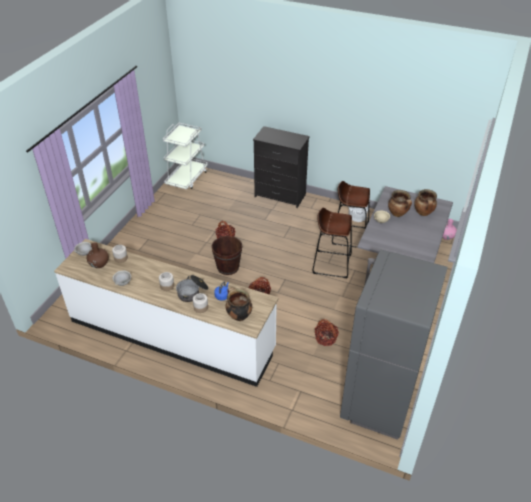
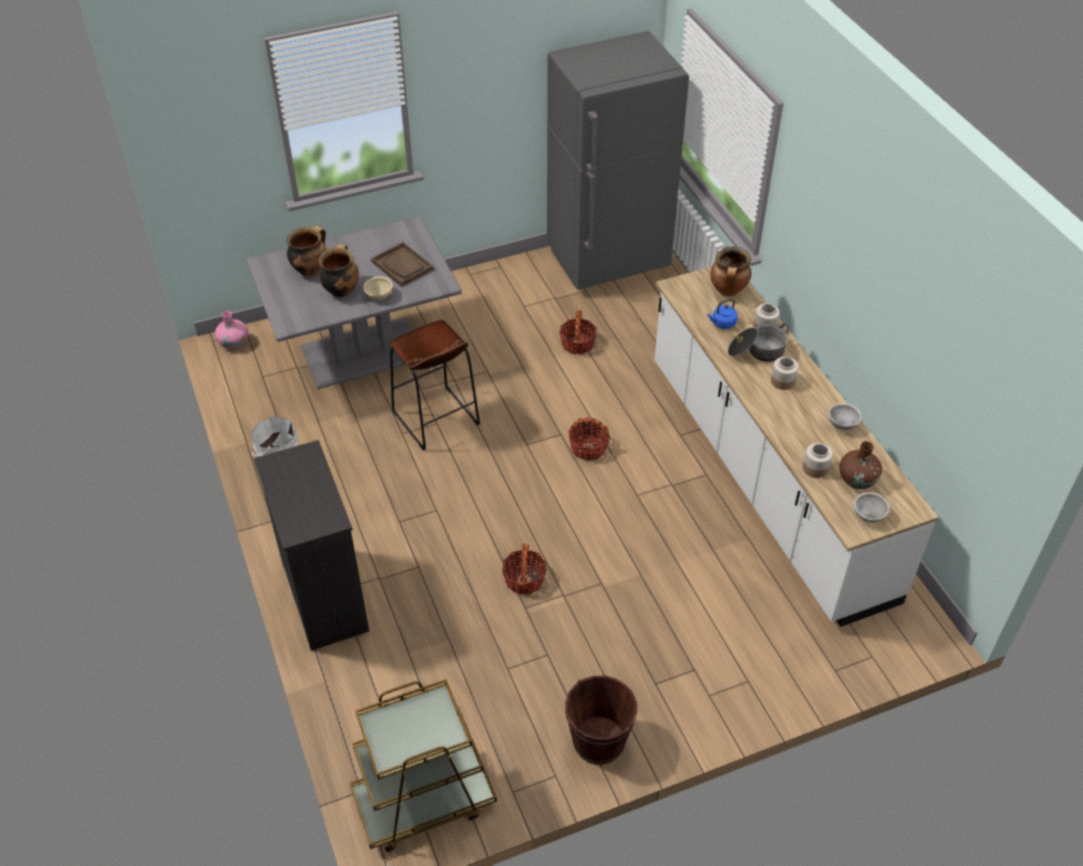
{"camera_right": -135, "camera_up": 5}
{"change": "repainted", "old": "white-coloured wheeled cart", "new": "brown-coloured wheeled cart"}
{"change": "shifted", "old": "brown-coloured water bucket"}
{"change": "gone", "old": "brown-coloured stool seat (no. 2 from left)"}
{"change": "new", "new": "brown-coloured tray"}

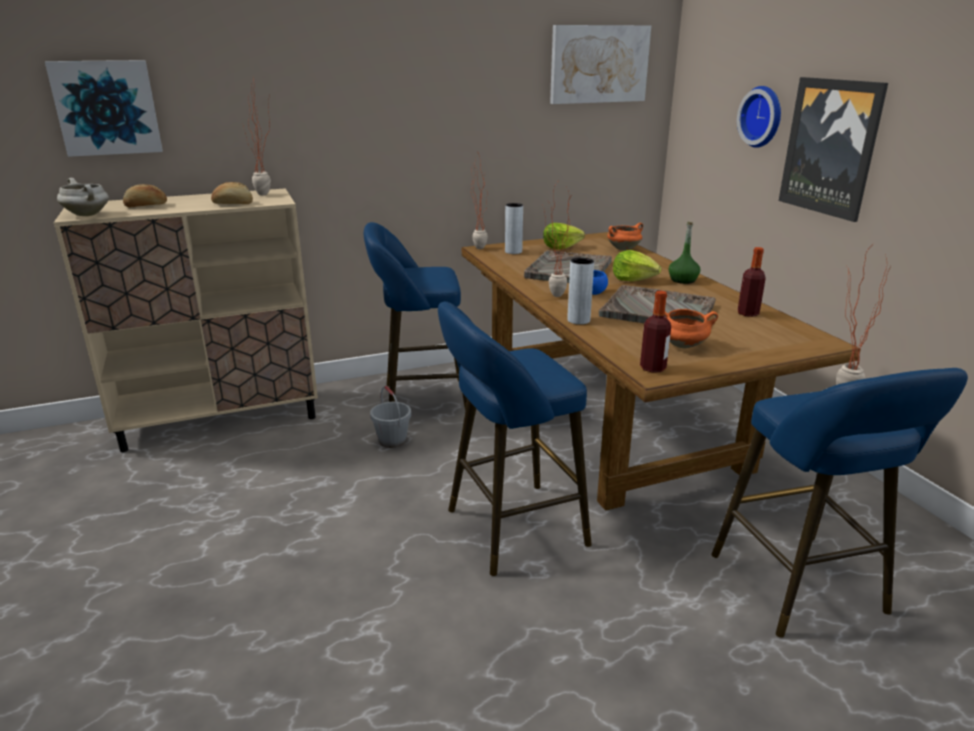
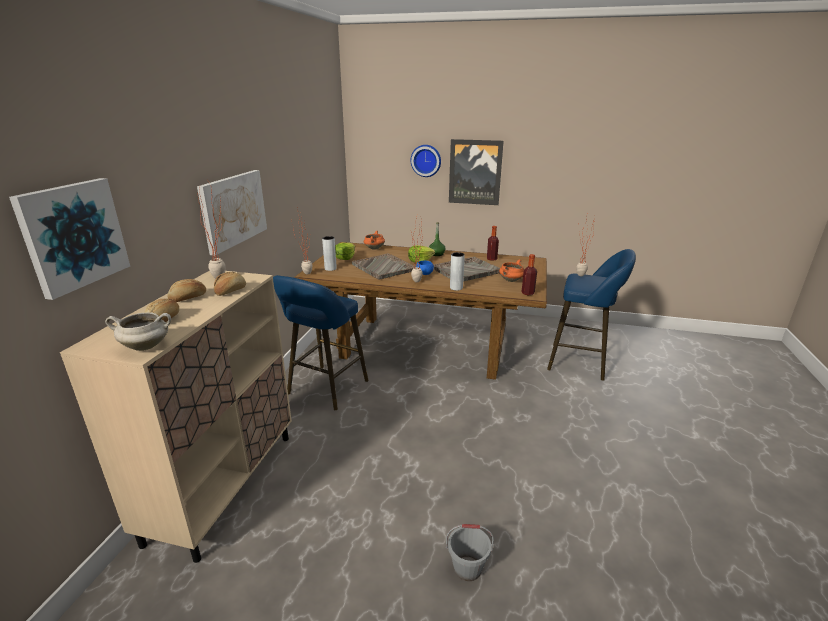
{"camera_right": -55, "camera_up": 0}
{"change": "shifted", "old": "gray water bucket"}
{"change": "gone", "old": "bluish stool seat (no. 2 from left)"}
{"change": "shifted", "old": "picture (no. 2 from left)"}
{"change": "new", "new": "bakery bread (no. 2 from left)"}

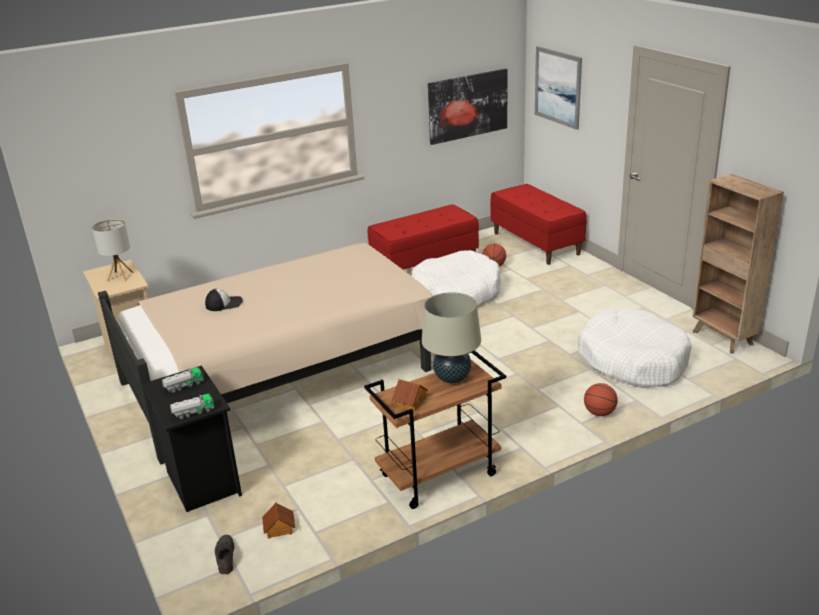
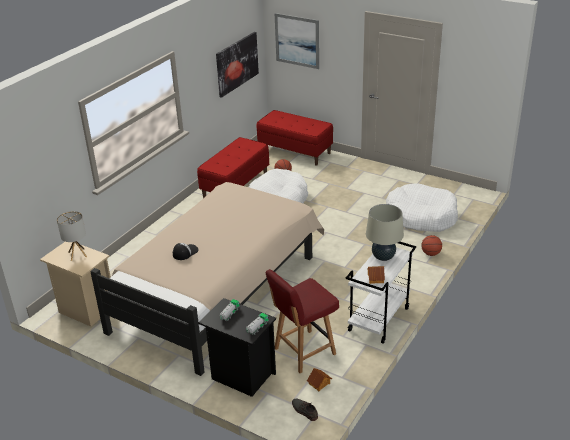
{"camera_right": -30, "camera_up": 5}
{"change": "repainted", "old": "brown-coloured wheeled cart", "new": "white-coloured wheeled cart"}
{"change": "gone", "old": "brown-coloured bookcase"}
{"change": "new", "new": "red upright chair"}

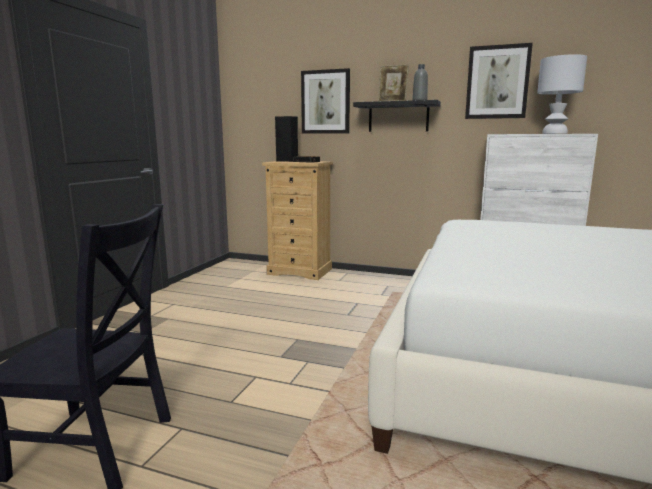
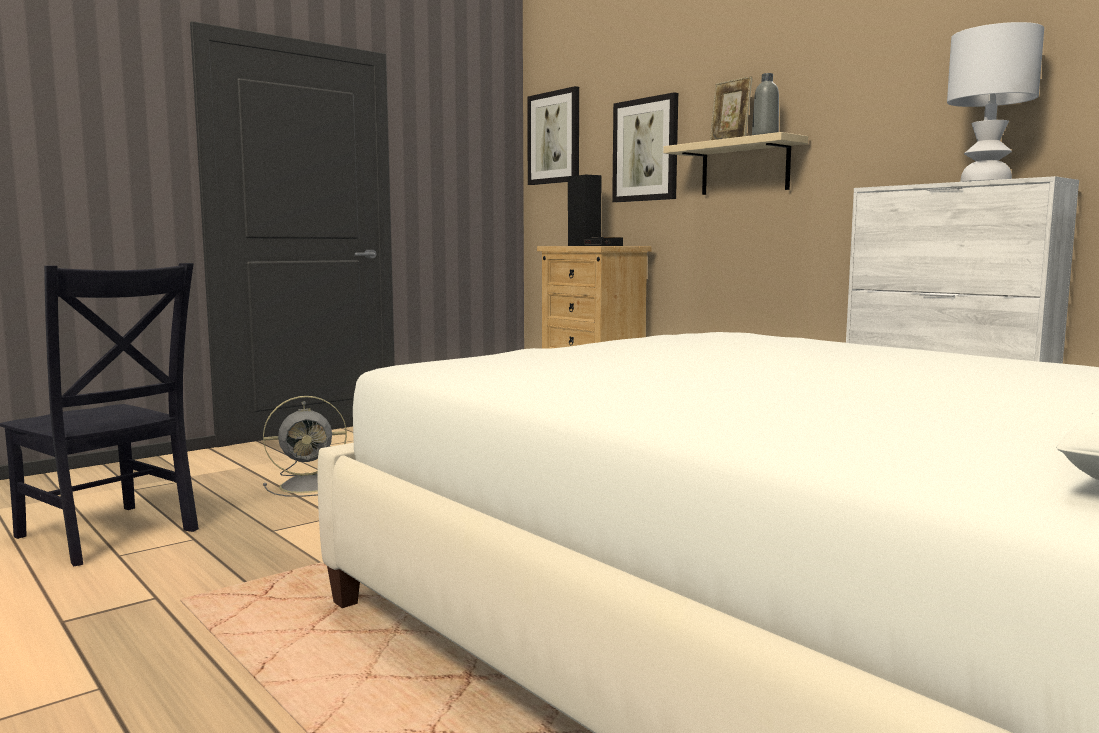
{"camera_right": 30, "camera_up": -5}
{"change": "repainted", "old": "black-coloured shelf", "new": "beige shelf"}
{"change": "shifted", "old": "picture (no. 2 from left in the first image)", "new": "picture (no. 1 from left)"}
{"change": "new", "new": "gray electric fan"}

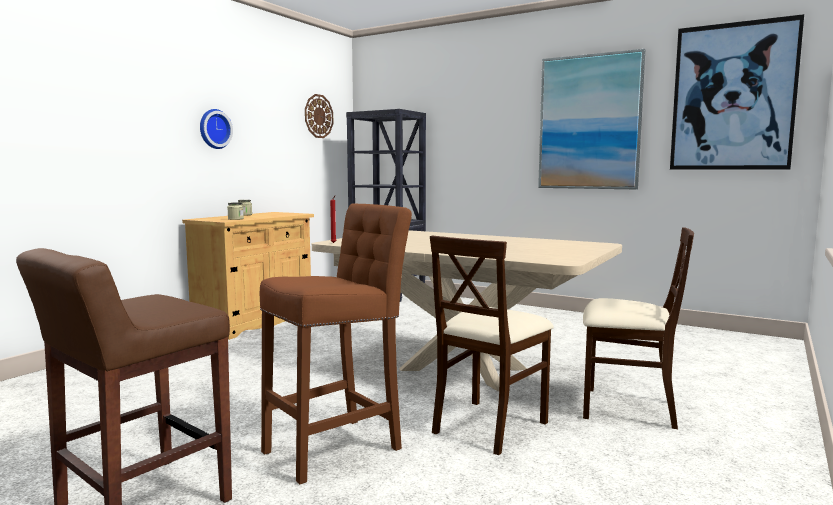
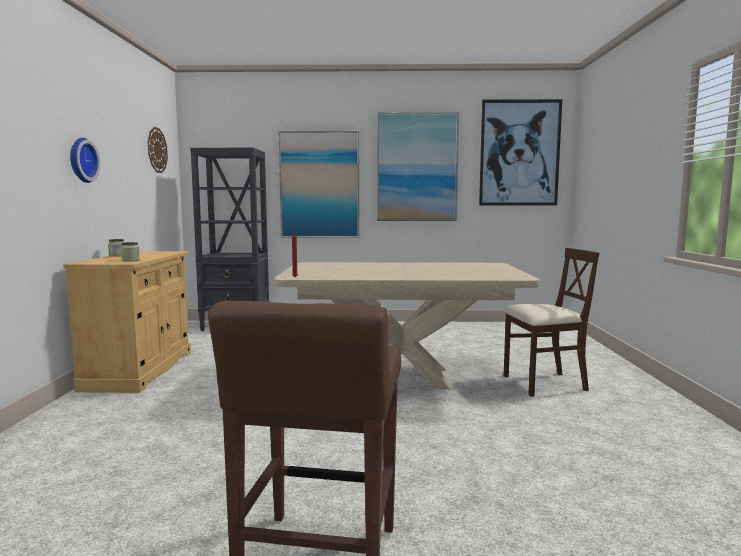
{"camera_right": -30, "camera_up": 0}
{"change": "gone", "old": "brown-coloured stool seat (no. 2 from left)"}
{"change": "gone", "old": "beige upright chair (no. 1 from left)"}
{"change": "new", "new": "picture (no. 1 from left)"}

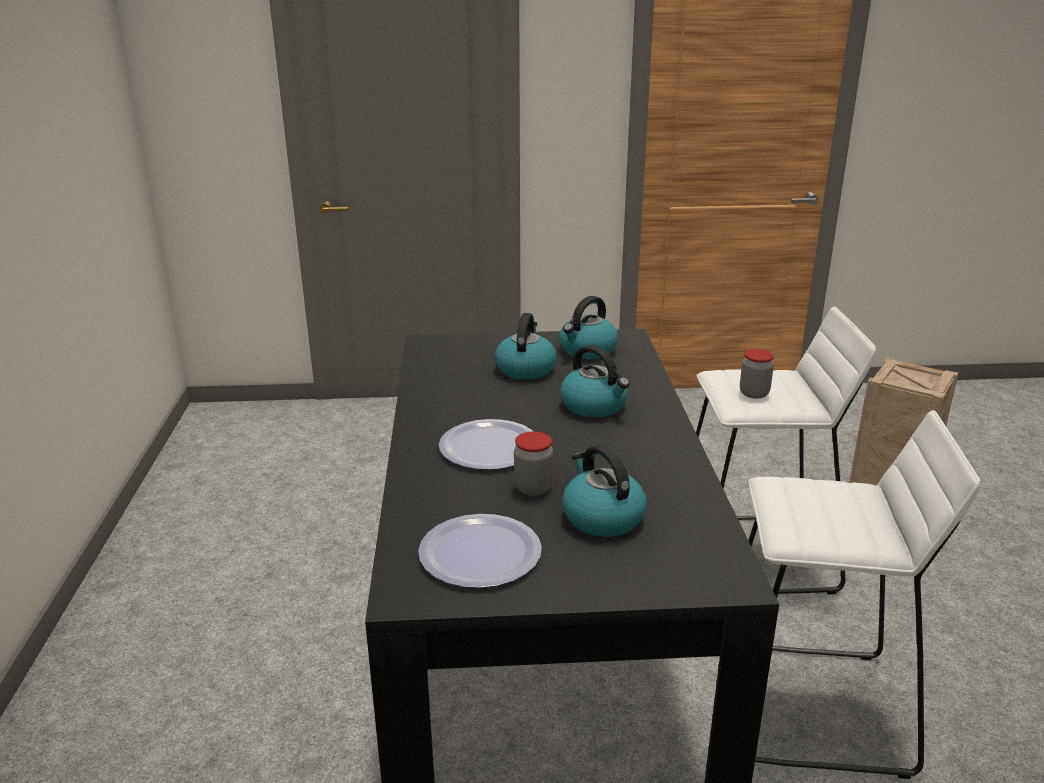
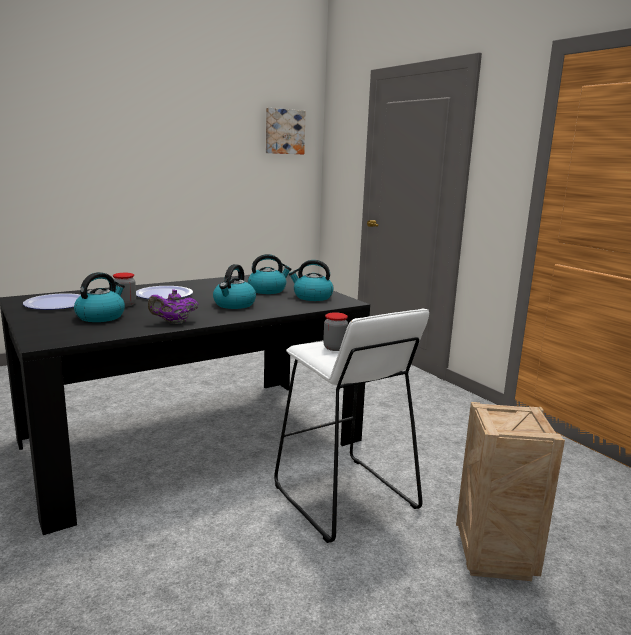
{"camera_right": 60, "camera_up": -10}
{"change": "gone", "old": "white-coloured stool seat (no. 2 from left)"}
{"change": "new", "new": "purple-coloured teapot"}
{"change": "new", "new": "picture"}

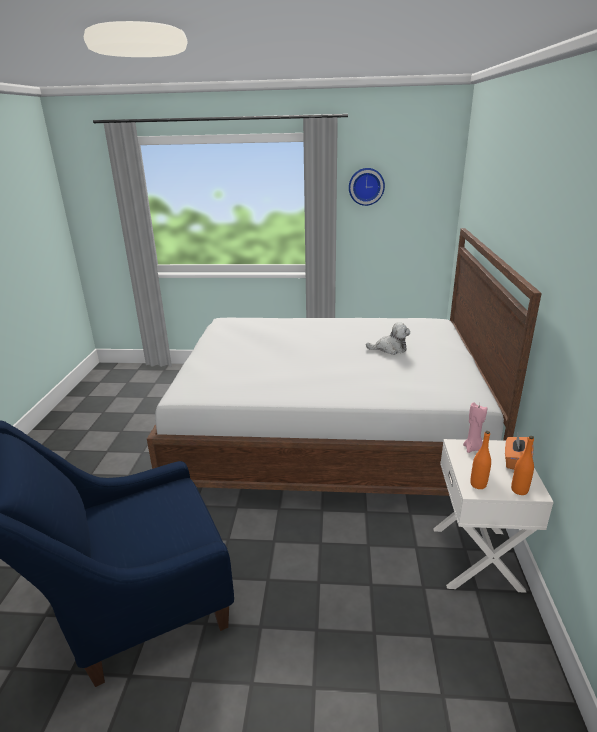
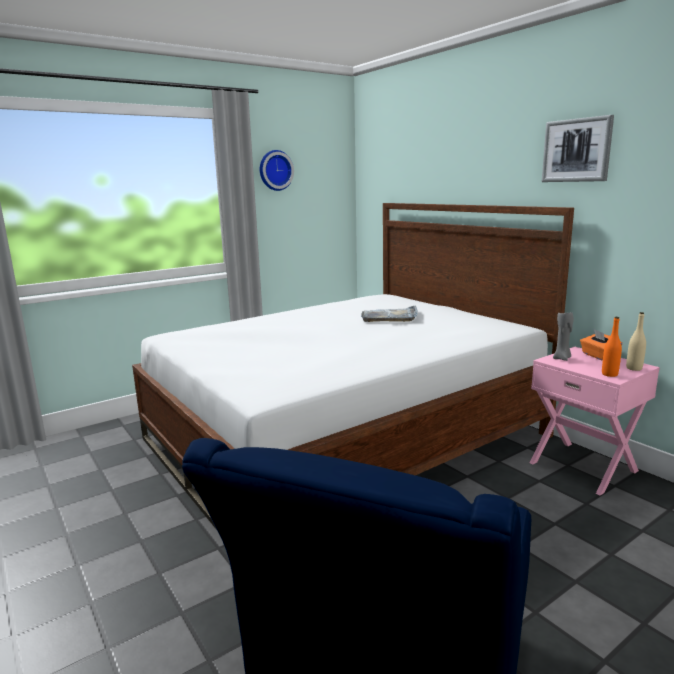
{"camera_right": -40, "camera_up": -10}
{"change": "swapped", "old": "plush toy", "new": "gray tray"}
{"change": "repainted", "old": "white-coloured nightstand", "new": "pinkish nightstand"}
{"change": "repainted", "old": "pinkish wax candle", "new": "gray wax candle"}
{"change": "repainted", "old": "orangey bottle (no. 2 from left)", "new": "beige bottle"}
{"change": "new", "new": "picture"}

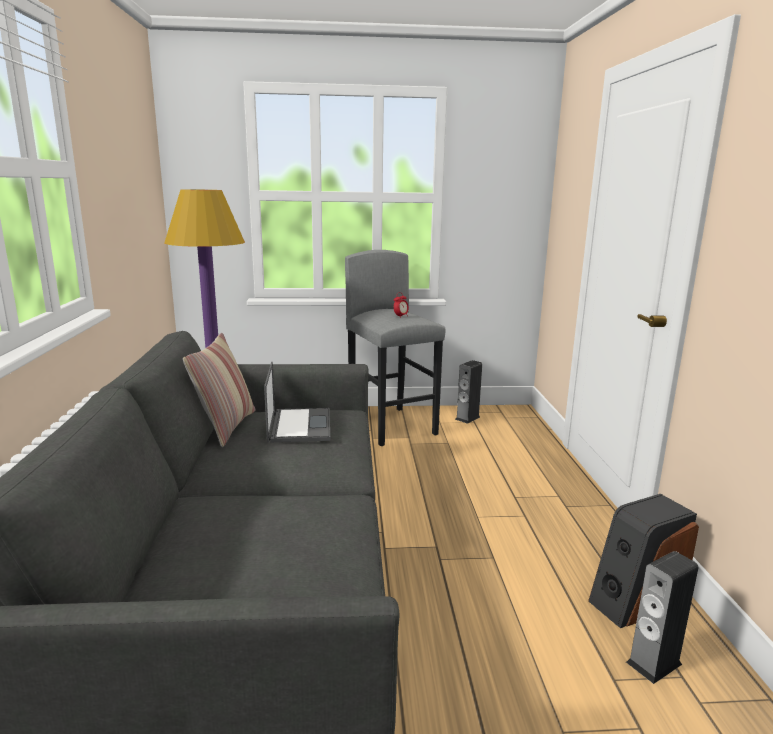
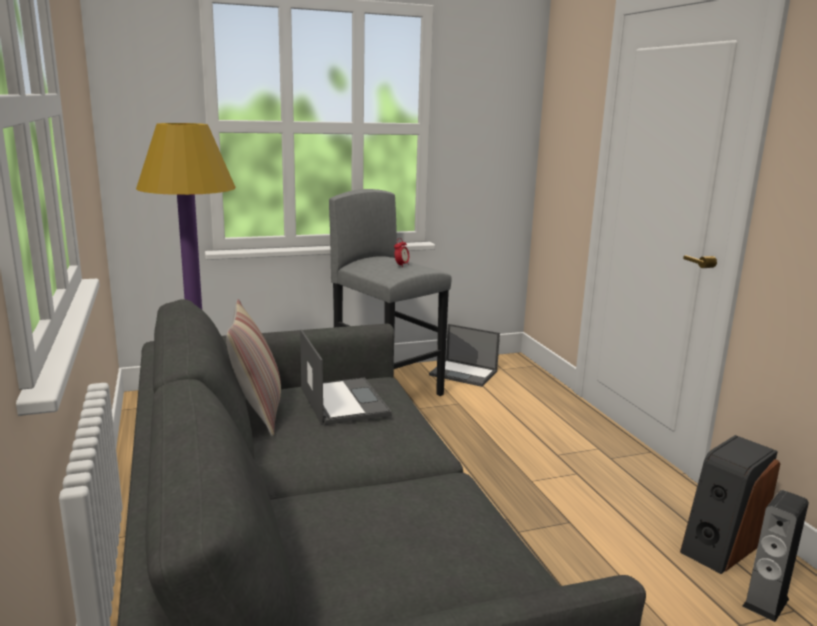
{"camera_right": -15, "camera_up": 0}
{"change": "swapped", "old": "speaker (no. 1 from left)", "new": "laptop (no. 2 from left)"}

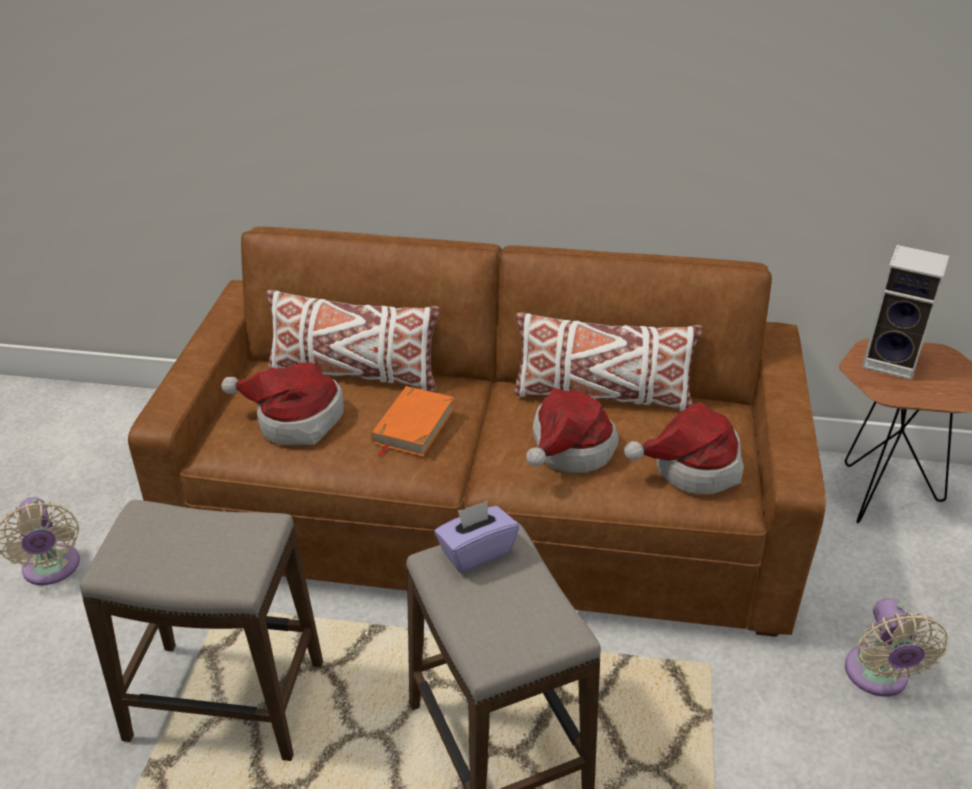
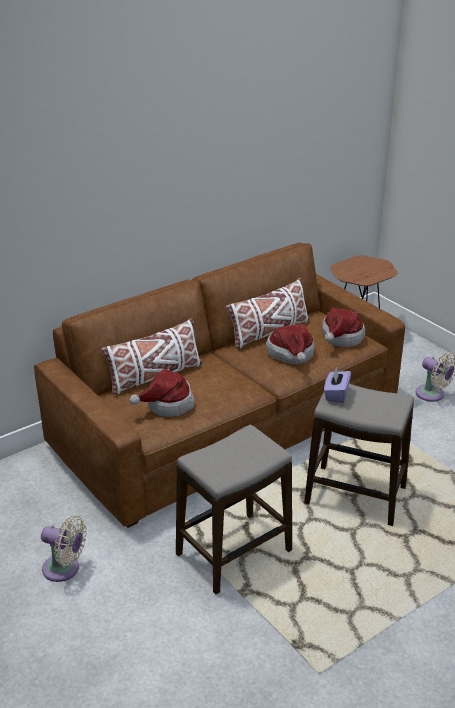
{"camera_right": -45, "camera_up": -5}
{"change": "gone", "old": "orangey book"}
{"change": "gone", "old": "speaker"}

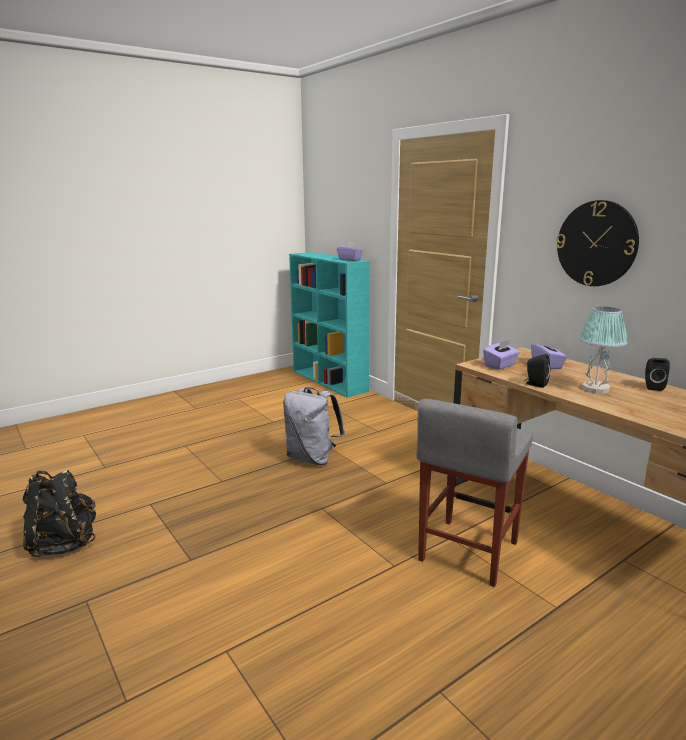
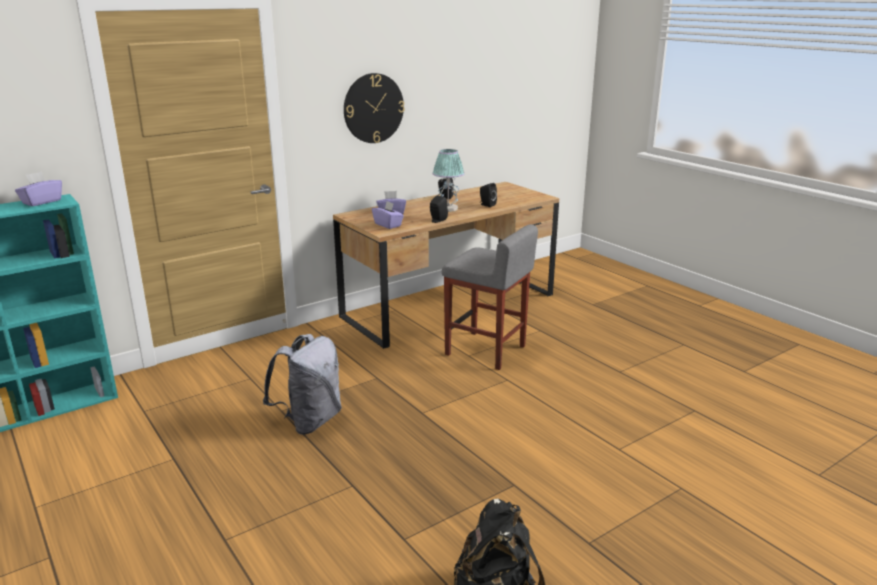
{"camera_right": -90, "camera_up": 5}
{"change": "new", "new": "black-coloured speaker (no. 3 from left)"}

